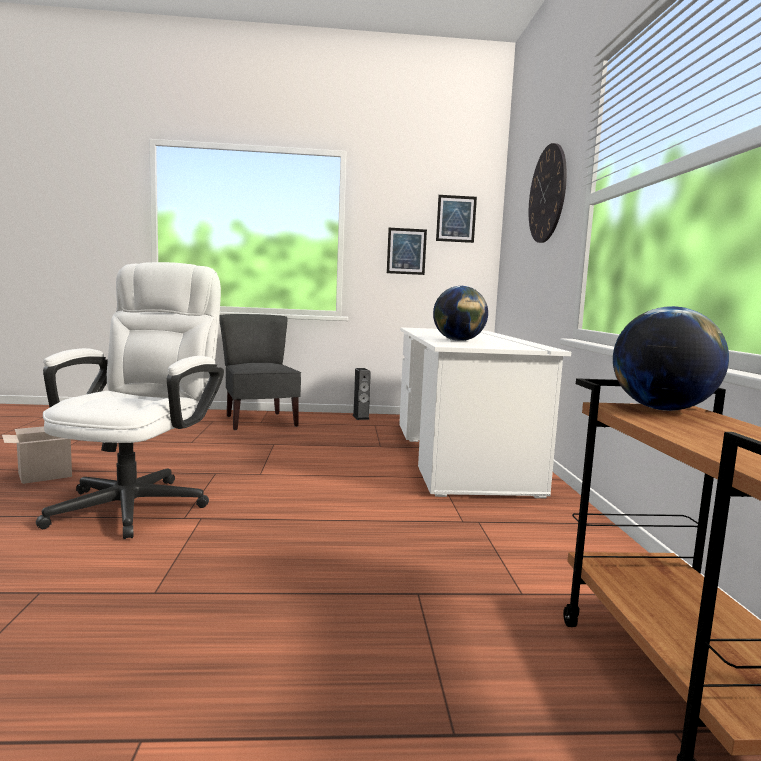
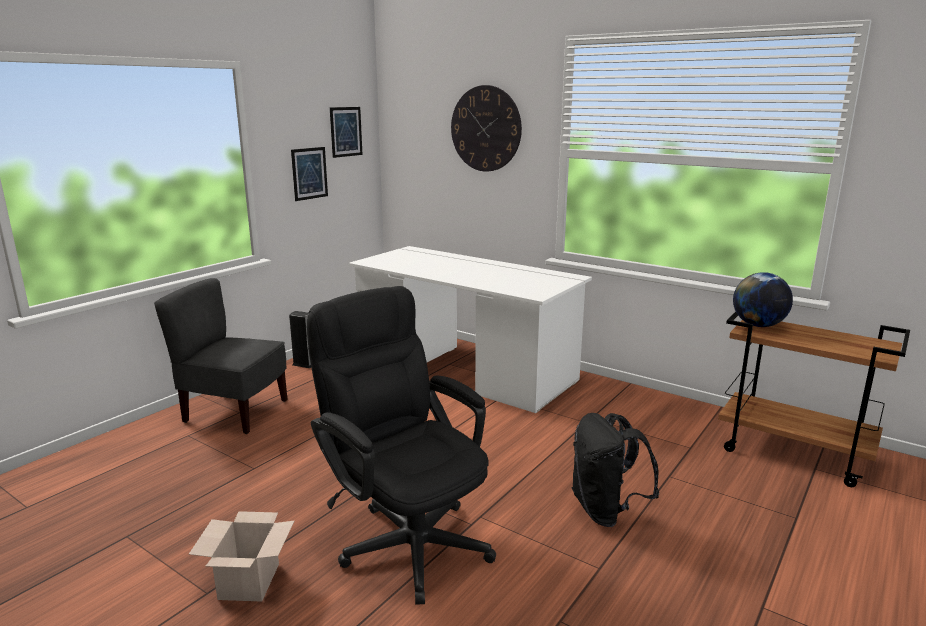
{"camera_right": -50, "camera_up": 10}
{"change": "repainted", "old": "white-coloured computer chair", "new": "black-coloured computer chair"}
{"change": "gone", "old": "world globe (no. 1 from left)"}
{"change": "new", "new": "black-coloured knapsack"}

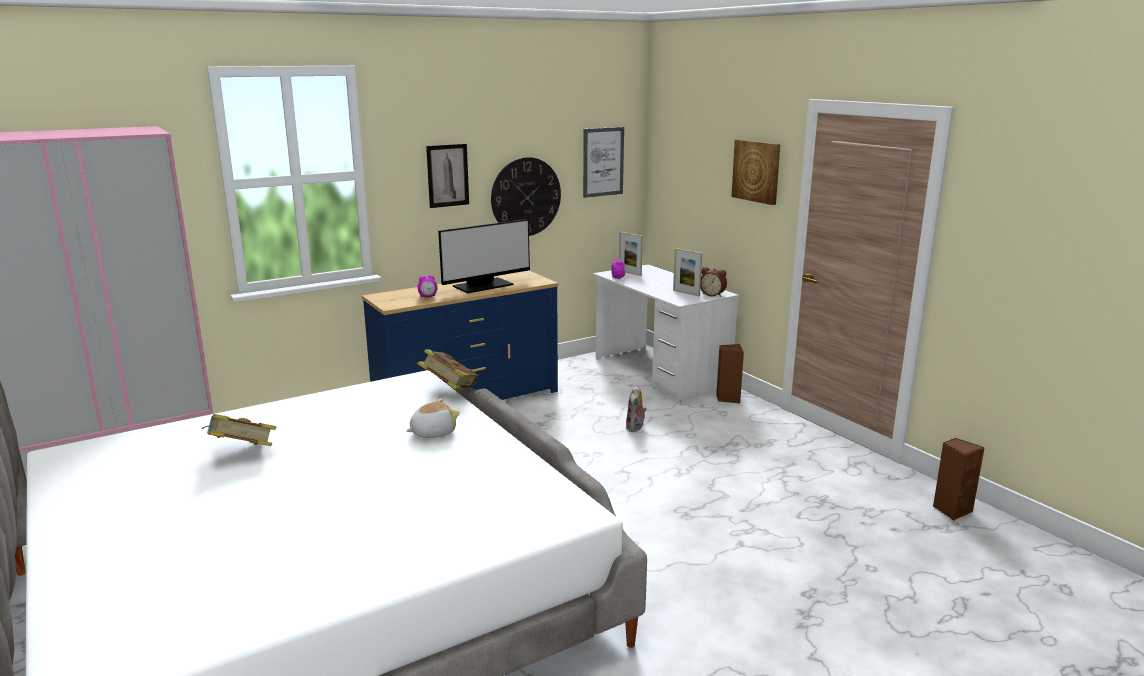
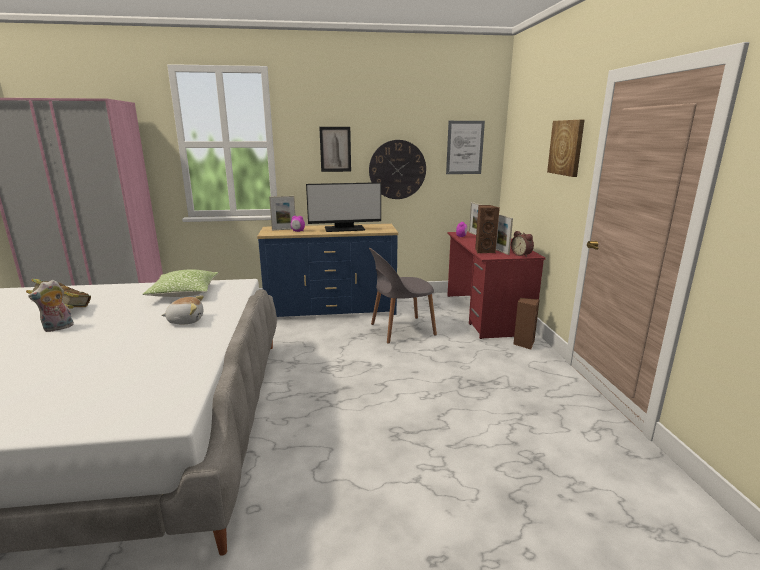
{"camera_right": 25, "camera_up": 0}
{"change": "gone", "old": "book (no. 2 from left)"}
{"change": "repainted", "old": "white-coloured desk table", "new": "red desk table"}
{"change": "shifted", "old": "plush toy (no. 2 from left in the first image)", "new": "plush toy (no. 1 from left)"}
{"change": "shifted", "old": "brown-coloured speaker (no. 2 from left in the first image)", "new": "brown-coloured speaker (no. 1 from left)"}
{"change": "new", "new": "cushion"}
{"change": "new", "new": "photo frame (no. 1 from left)"}
{"change": "new", "new": "gray upright chair"}

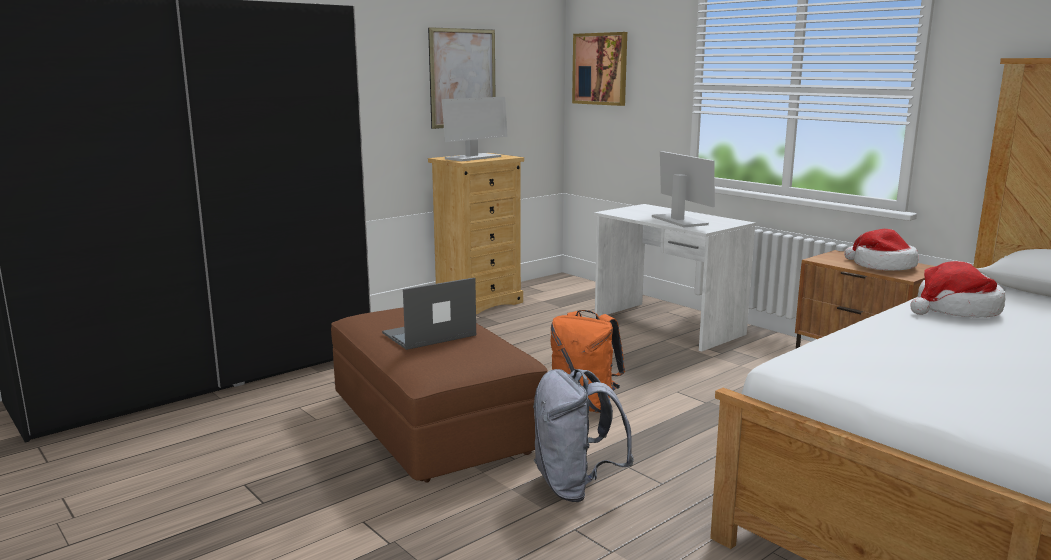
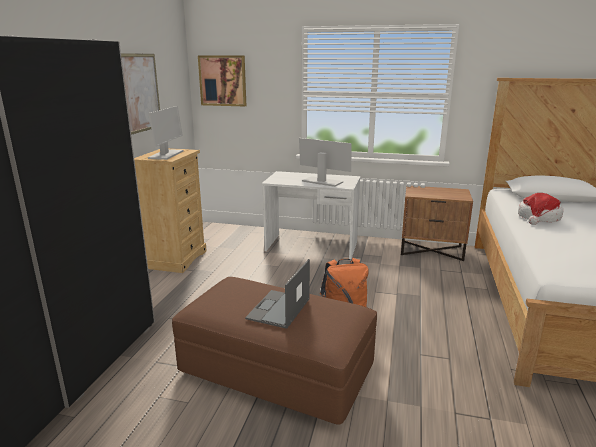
{"camera_right": -35, "camera_up": 5}
{"change": "gone", "old": "gray knapsack"}
{"change": "gone", "old": "wearable hat (no. 1 from left)"}

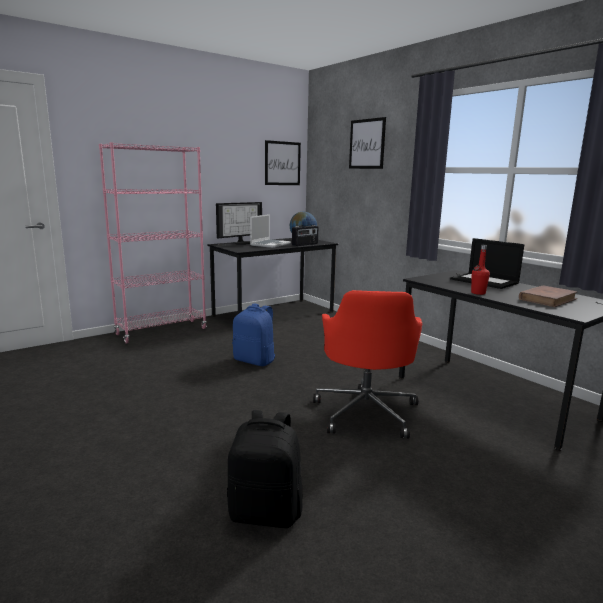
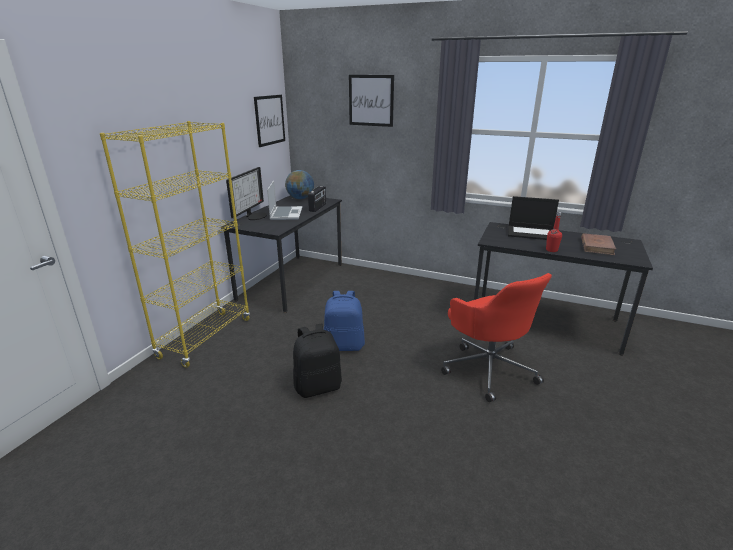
{"camera_right": -30, "camera_up": 10}
{"change": "repainted", "old": "pinkish bookcase", "new": "yellowish bookcase"}
{"change": "shifted", "old": "black-coloured knapsack"}

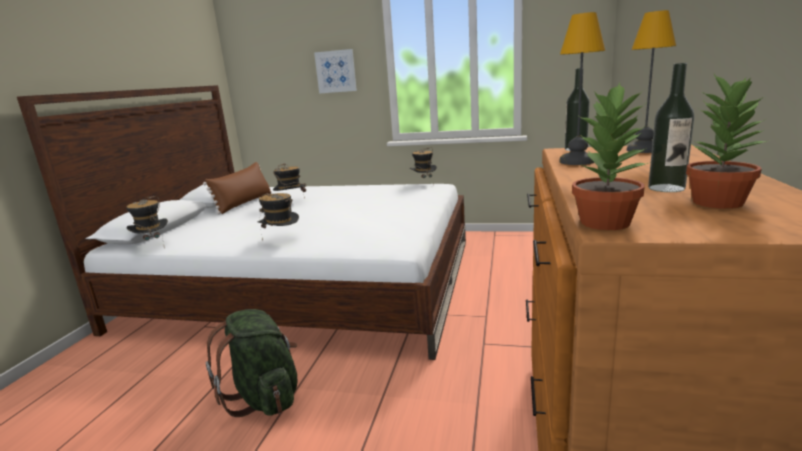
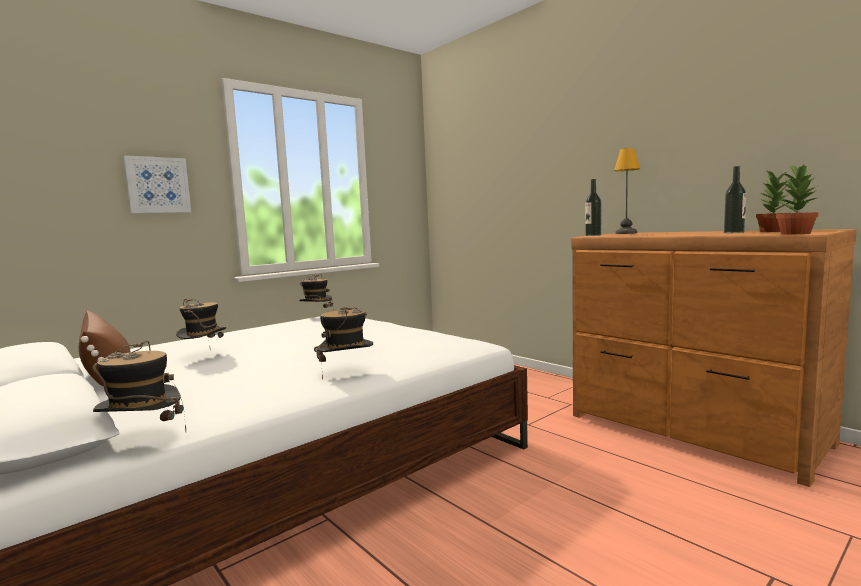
{"camera_right": -55, "camera_up": -10}
{"change": "gone", "old": "green-coloured knapsack"}
{"change": "gone", "old": "lamp for a table (no. 1 from left)"}

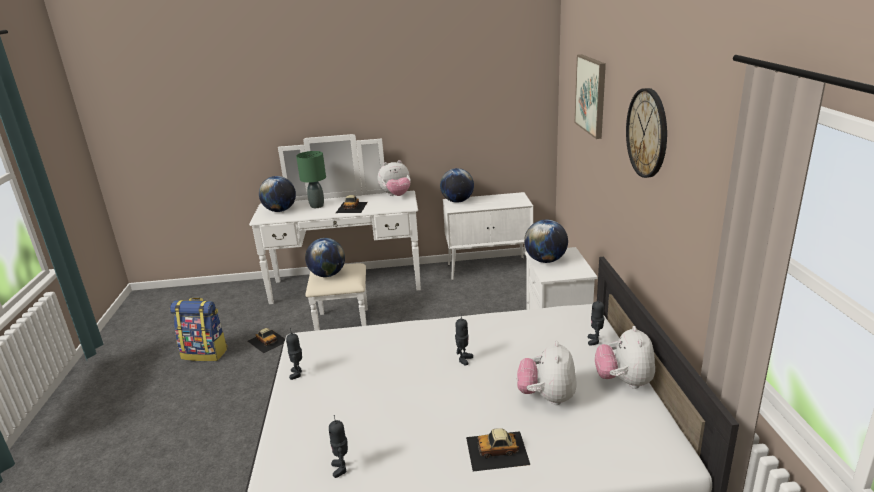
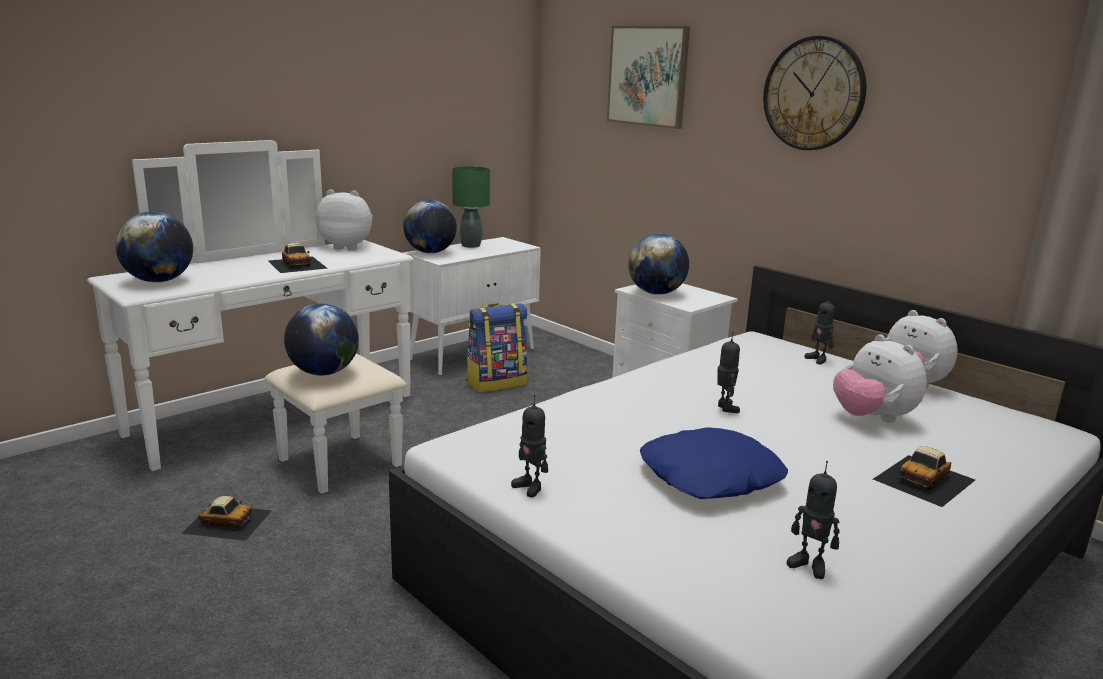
{"camera_right": -40, "camera_up": -5}
{"change": "shifted", "old": "knapsack"}
{"change": "shifted", "old": "green-coloured lamp for a table"}
{"change": "rotated", "old": "plush toy (no. 1 from left)", "degrees": -120}
{"change": "new", "new": "bluish cushion"}

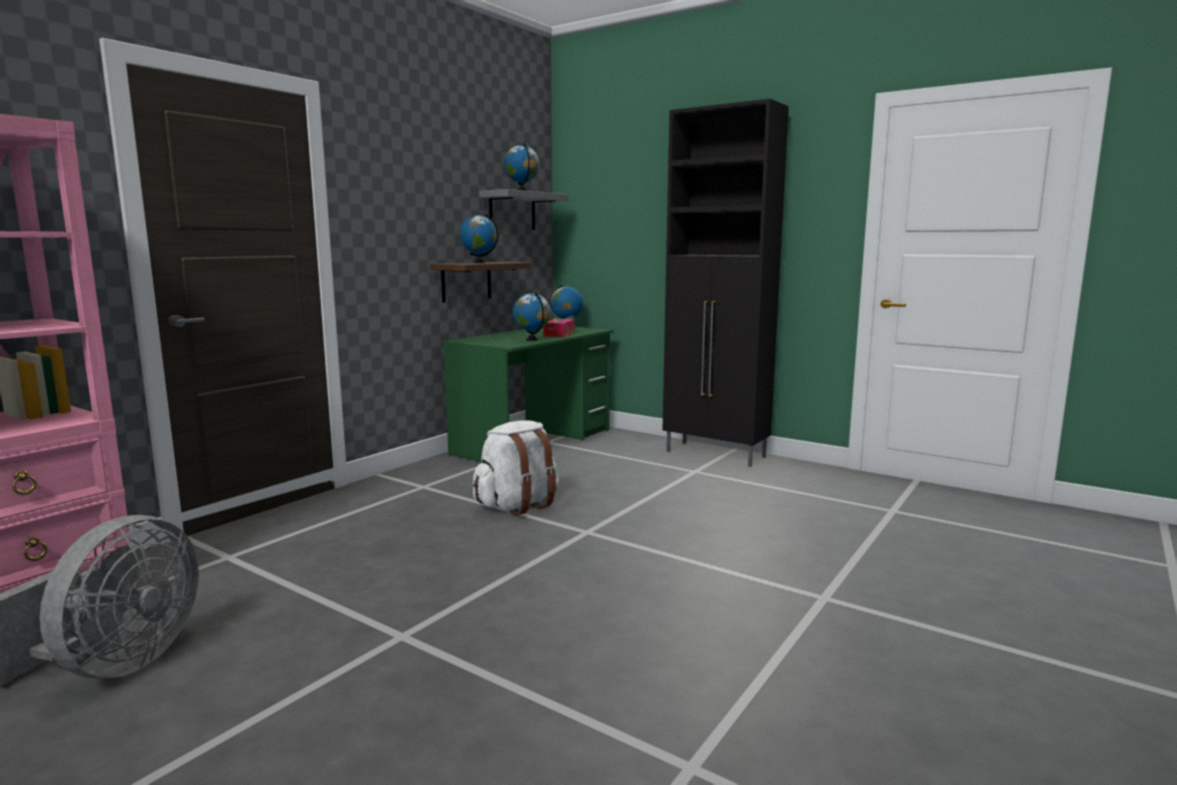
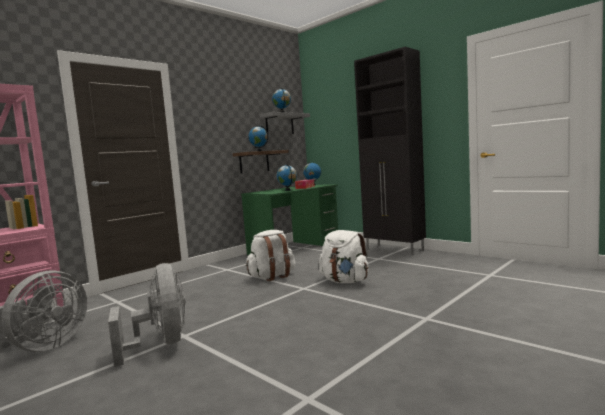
{"camera_right": 10, "camera_up": -5}
{"change": "new", "new": "gray electric fan (no. 2 from left)"}
{"change": "new", "new": "white-coloured knapsack (no. 2 from left)"}

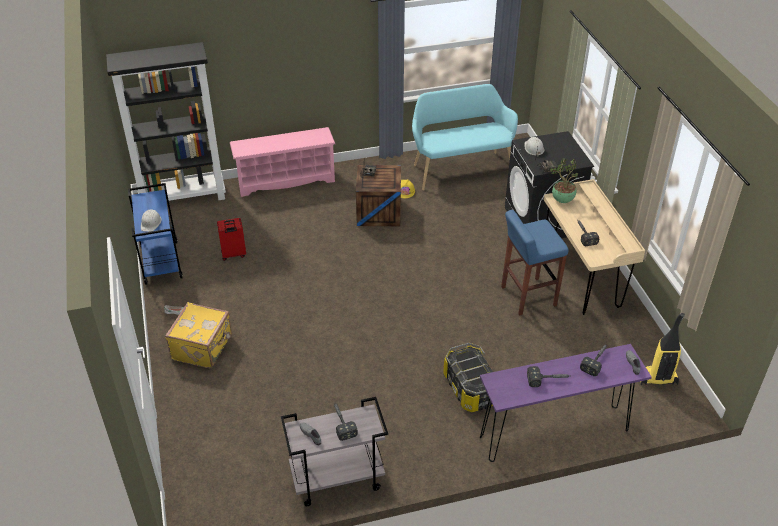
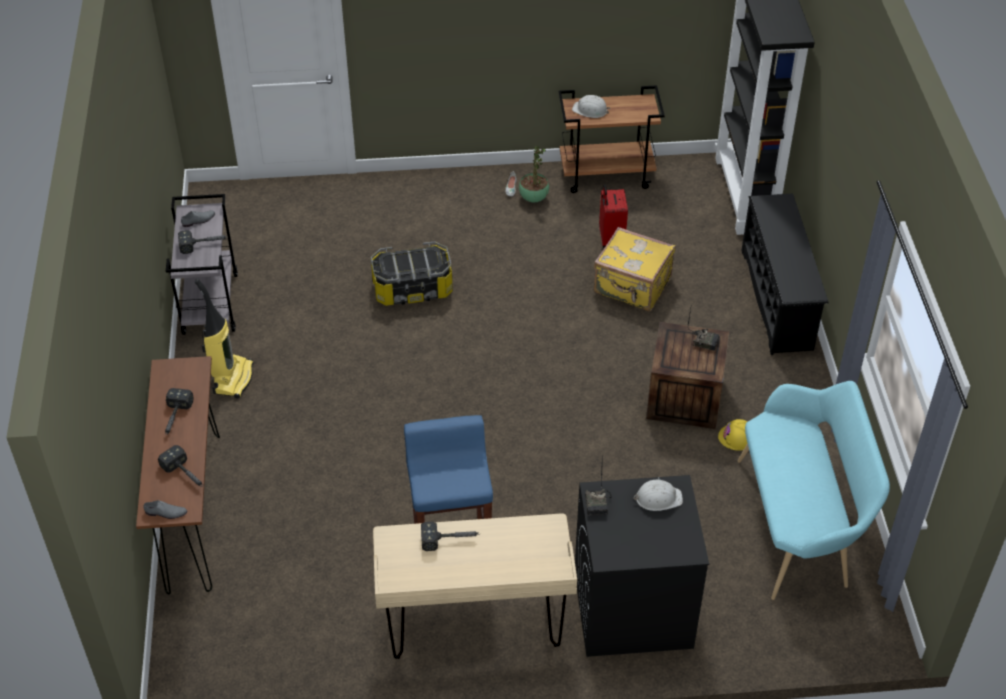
{"camera_right": 100, "camera_up": 5}
{"change": "repainted", "old": "bluish wheeled cart", "new": "brown-coloured wheeled cart"}
{"change": "shifted", "old": "yellowish piece of luggage"}
{"change": "repainted", "old": "pinkish shoe rack", "new": "black-coloured shoe rack"}
{"change": "shifted", "old": "storage box"}
{"change": "repainted", "old": "purple-coloured hall table", "new": "brown-coloured hall table"}
{"change": "shifted", "old": "houseplant"}
{"change": "shifted", "old": "vacuum cleaner"}

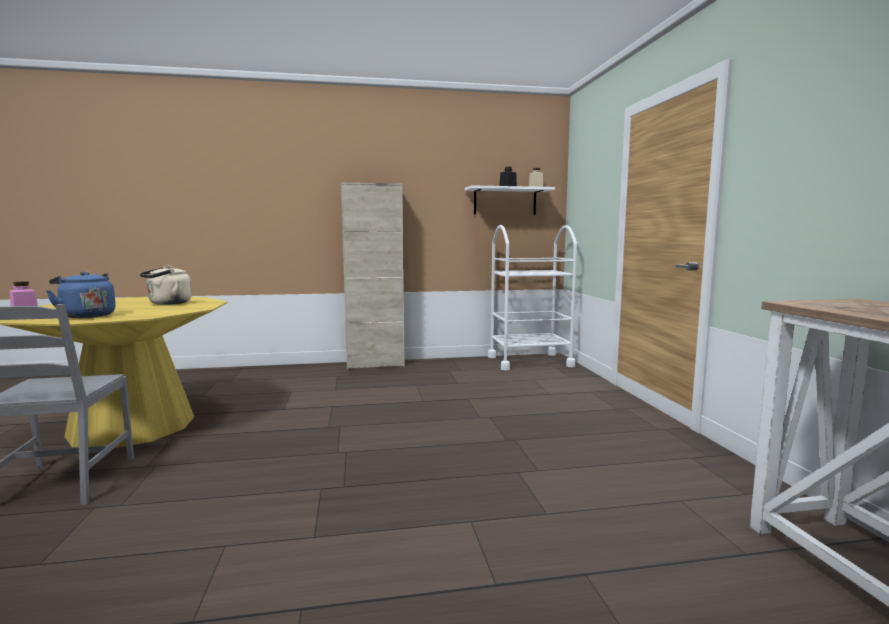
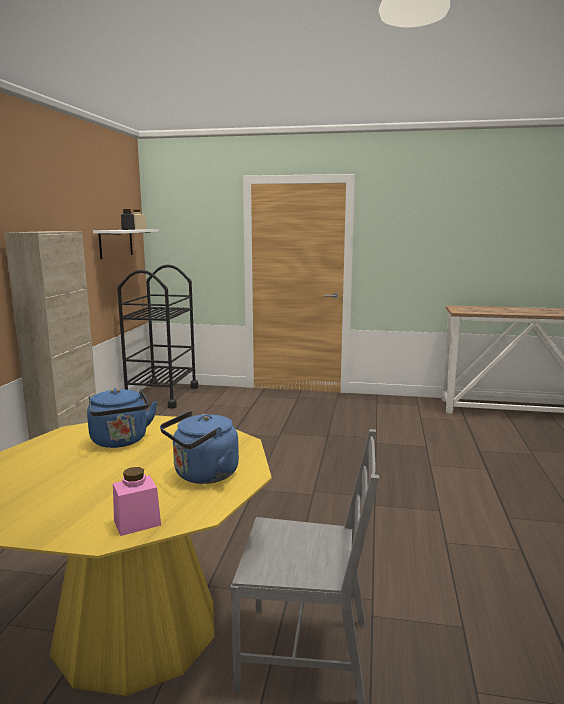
{"camera_right": -70, "camera_up": 5}
{"change": "repainted", "old": "beige tea kettle", "new": "bluish tea kettle (no. 1 from left)"}
{"change": "repainted", "old": "white-coloured wheeled cart", "new": "black-coloured wheeled cart"}

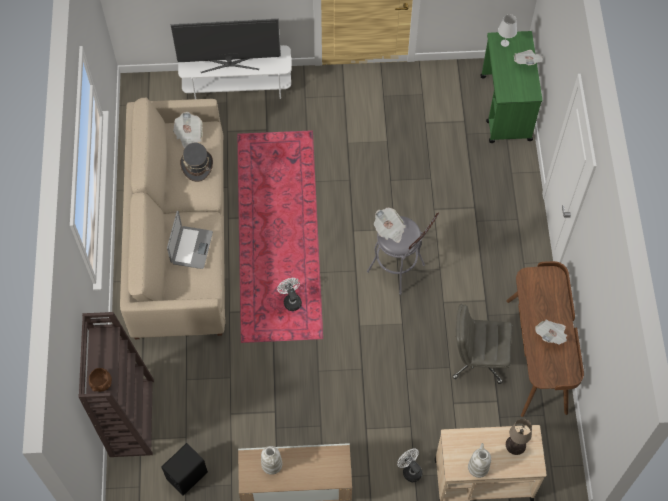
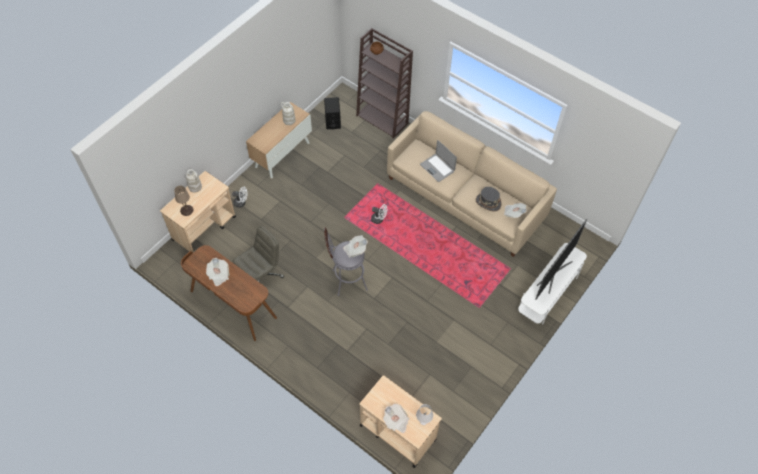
{"camera_right": 130, "camera_up": -5}
{"change": "repainted", "old": "green-coloured wheeled cart", "new": "beige wheeled cart (no. 2 from left)"}

